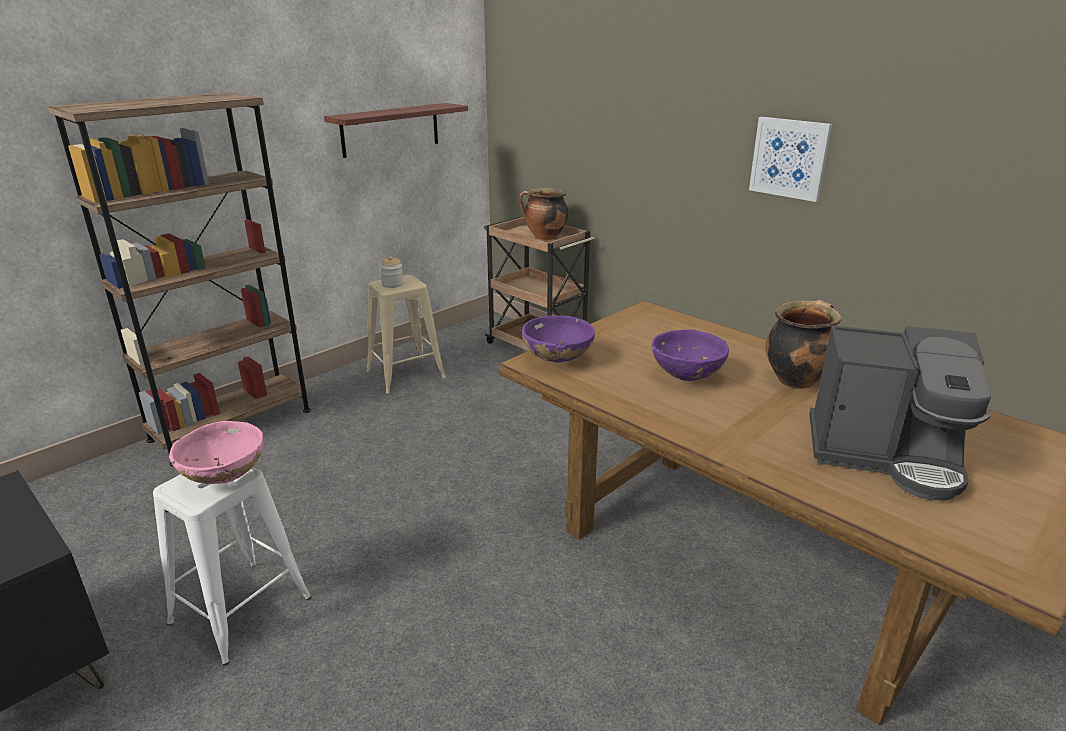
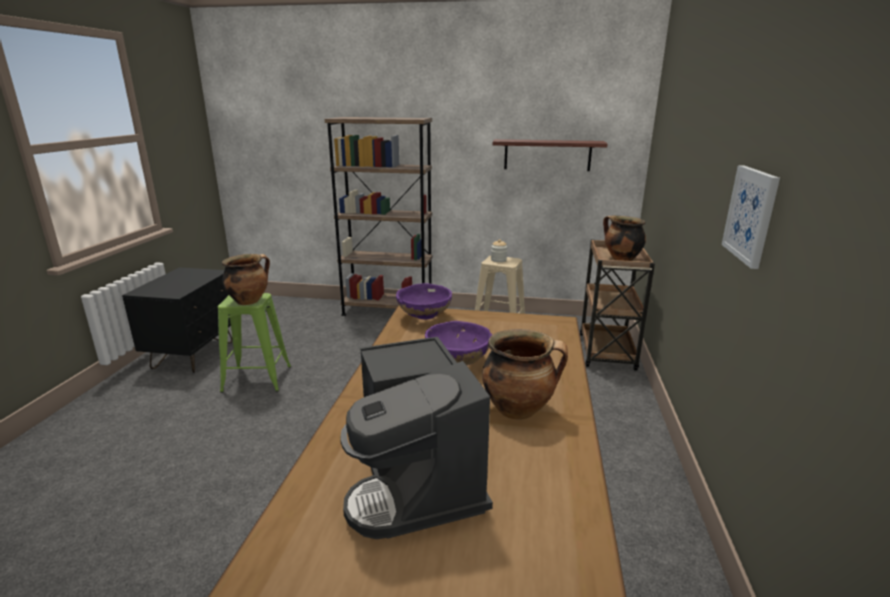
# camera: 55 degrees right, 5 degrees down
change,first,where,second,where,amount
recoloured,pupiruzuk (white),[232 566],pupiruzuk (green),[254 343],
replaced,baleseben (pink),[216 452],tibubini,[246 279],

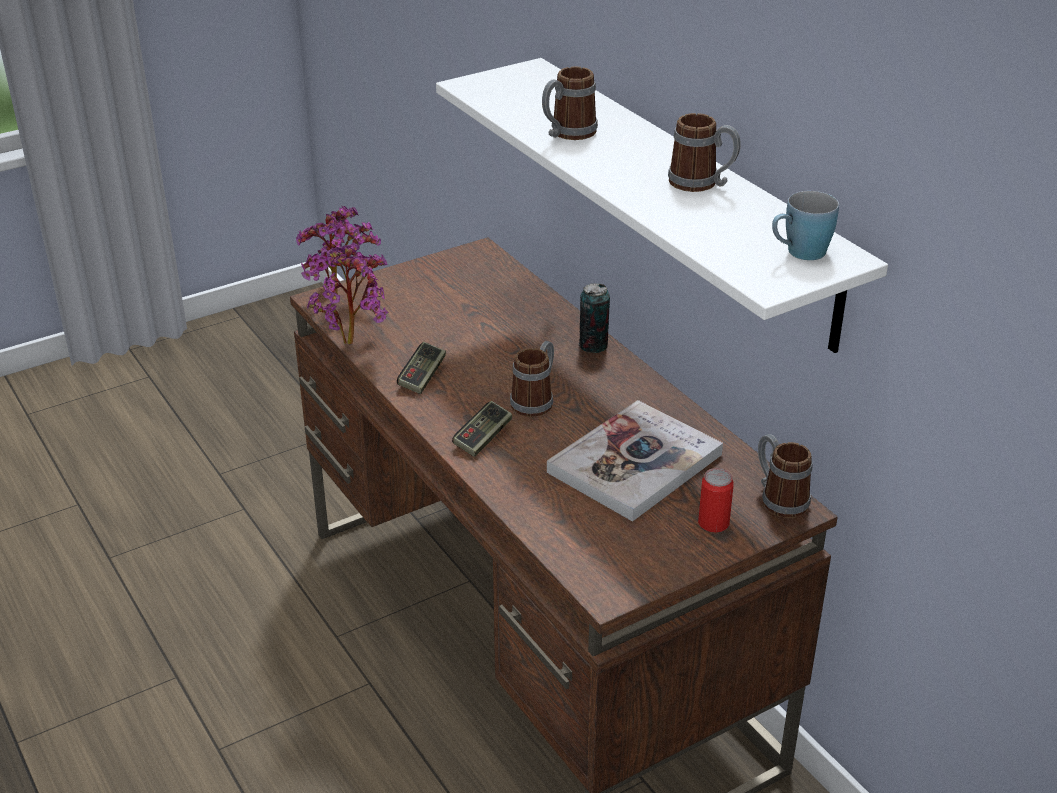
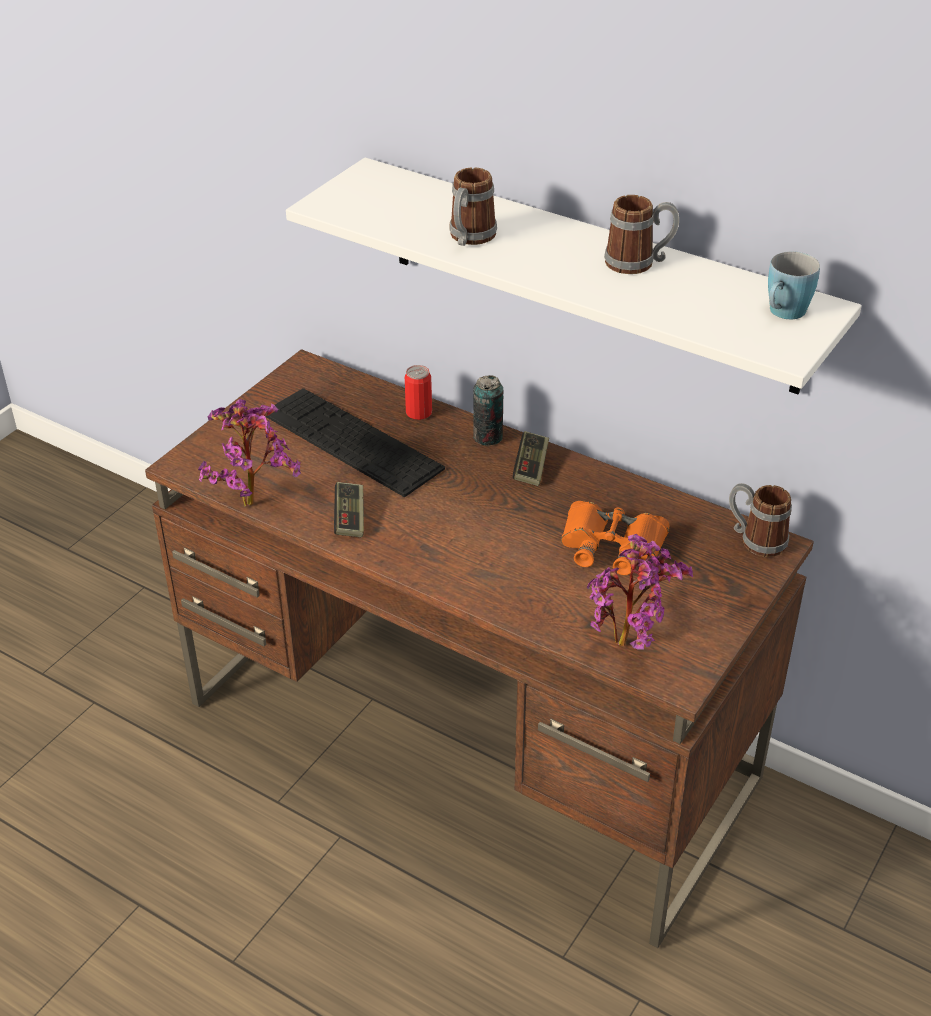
# camera: 25 degrees left, 5 degrees up
change,first,where,second,where,amount
added,,,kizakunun,[355 442],
moved,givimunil,[716 500],,[418 392],
moved,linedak,[482 429],,[531 458],
replaced,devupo,[635 461],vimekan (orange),[615 538],
moved,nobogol,[338 250],,[640 591],
removed,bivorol,[532 379],,,

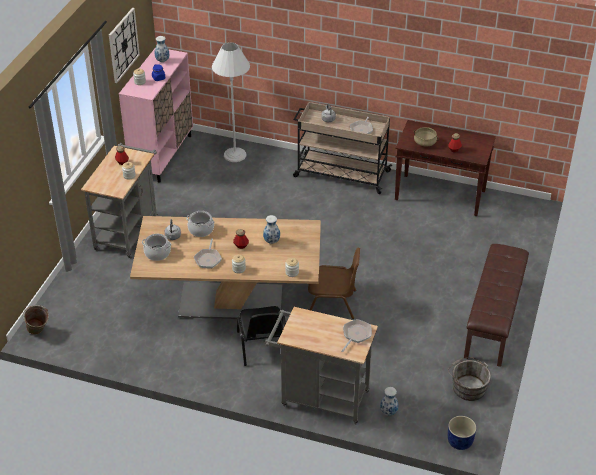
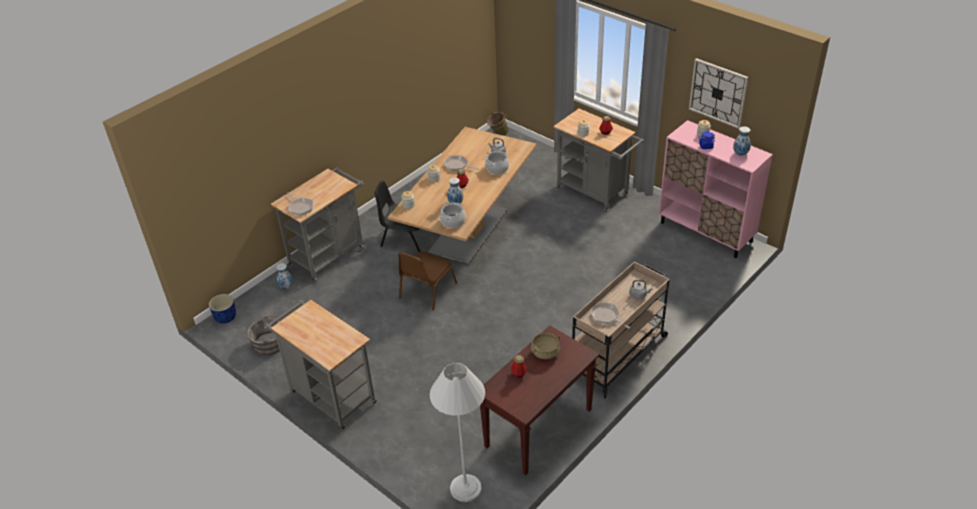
# camera: 115 degrees right, 0 degrees up
change,first,where,second,where,amount
replaced,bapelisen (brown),[496 305],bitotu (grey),[320 365],
moved,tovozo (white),[231 102],,[457 432],
moved,tibubini,[156 247],,[453 215],

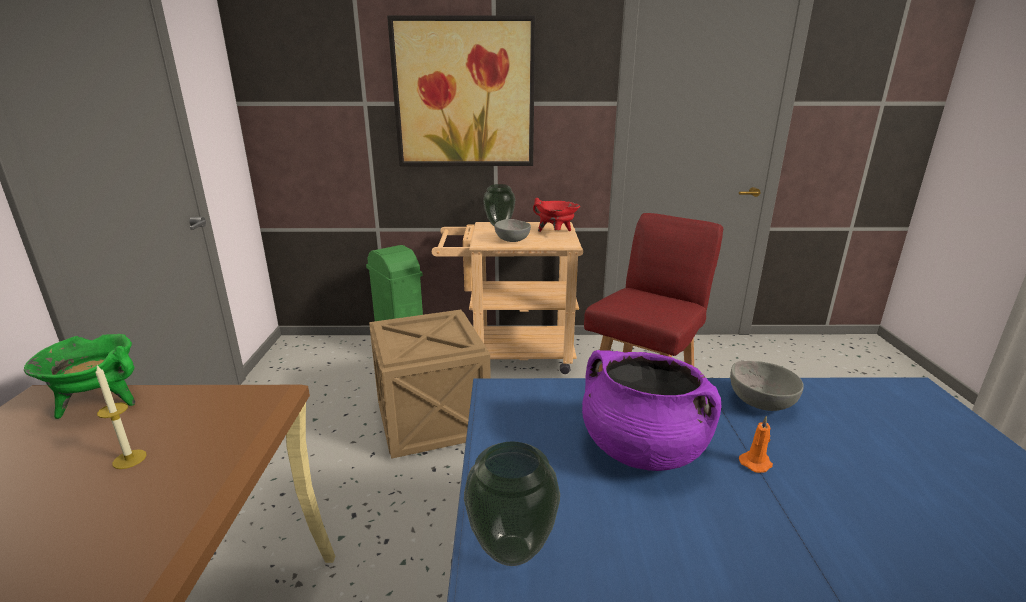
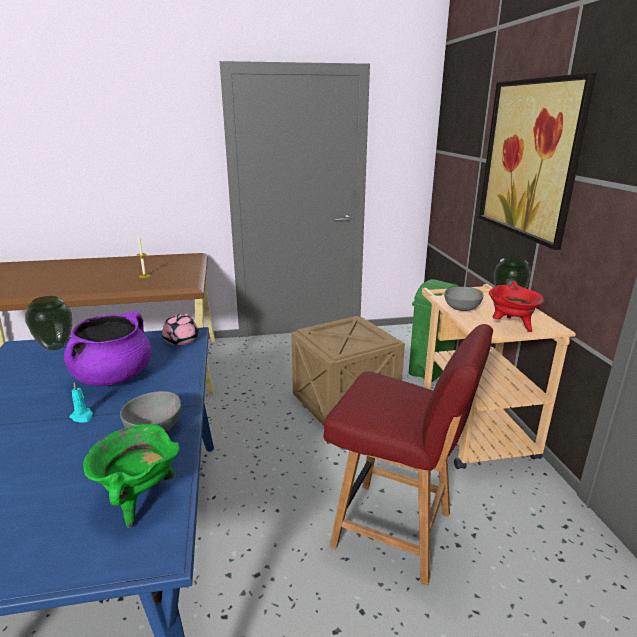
# camera: 80 degrees right, 0 degrees up
change,first,where,second,where,amount
recoloured,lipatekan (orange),[756 444],lipatekan (turquoise),[81 402],
moved,tibubini (green),[79 376],,[131 476],
added,,,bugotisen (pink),[180 329],

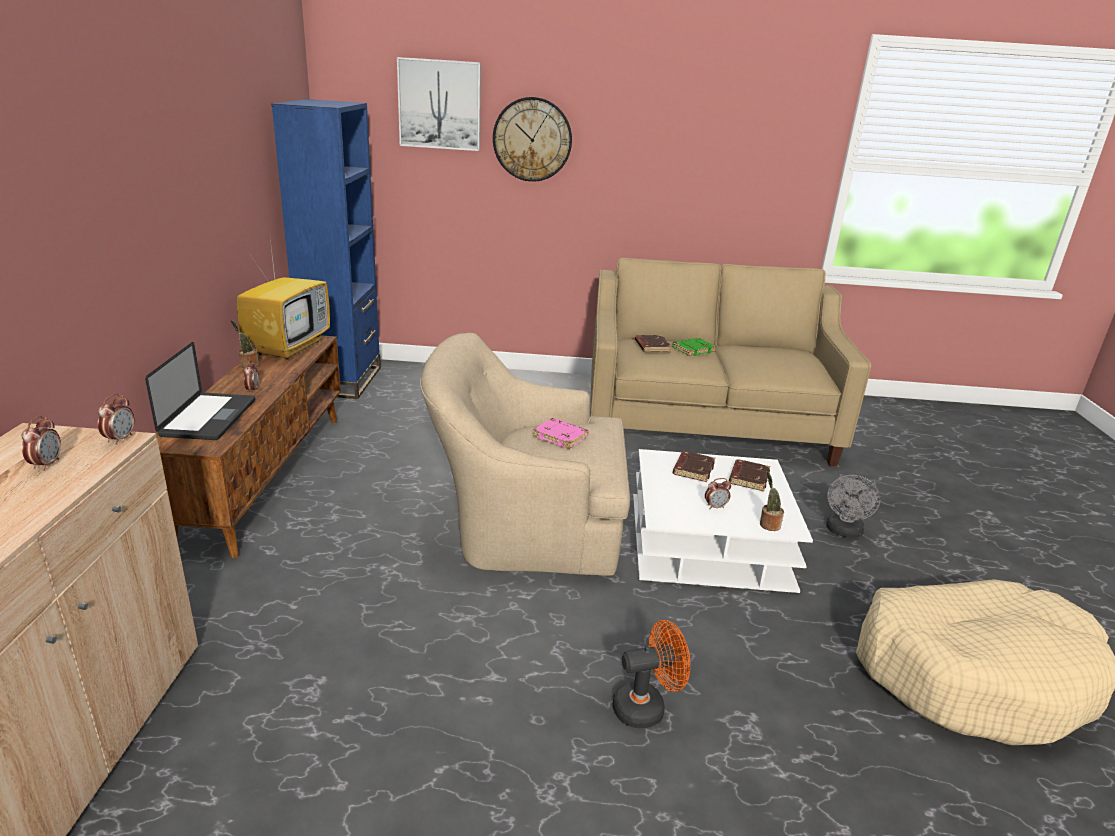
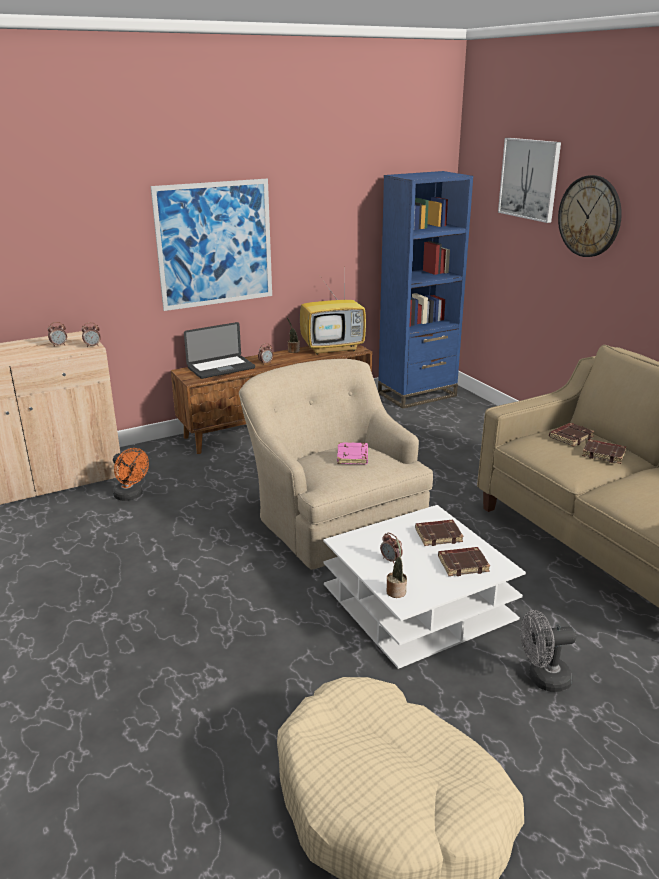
# camera: 60 degrees right, 0 degrees up
change,first,where,second,where,amount
moved,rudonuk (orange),[651 674],,[131 474],
added,,,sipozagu,[211 245],
recoloured,devupo (green),[694 347],devupo (brown),[604 451],

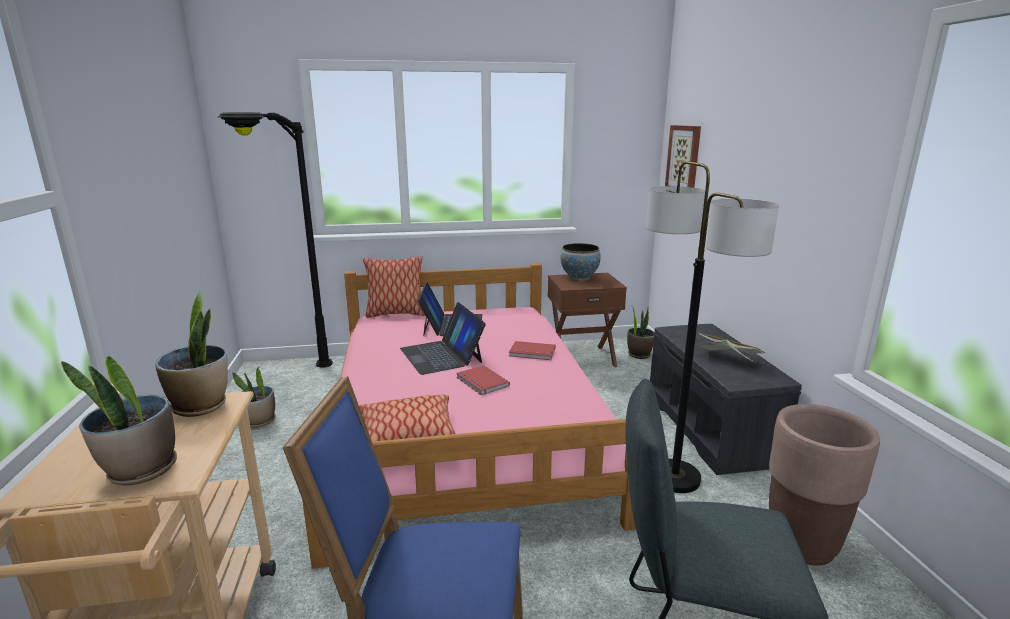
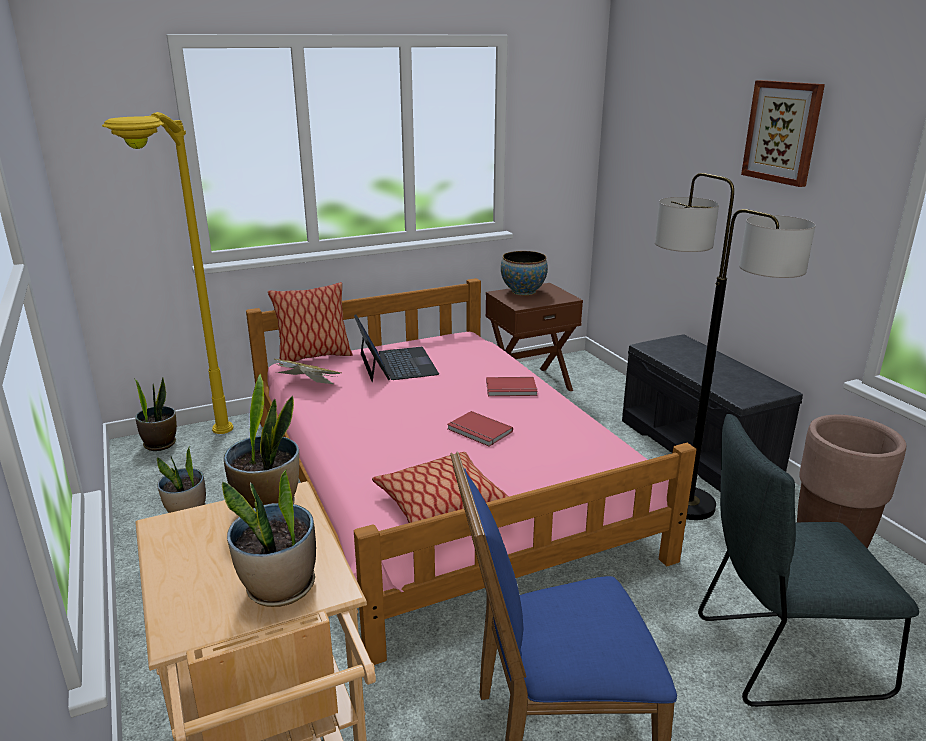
# camera: 15 degrees left, 5 degrees up
change,first,where,second,where,amount
recoloured,tovozo (black),[275 240],tovozo (yellow),[167 273],
moved,nobogol,[640 332],,[155 414],
moved,devupo,[731 347],,[308 371],
moved,sipozagu,[683 156],,[783 133],
removed,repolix,[443 338],,,

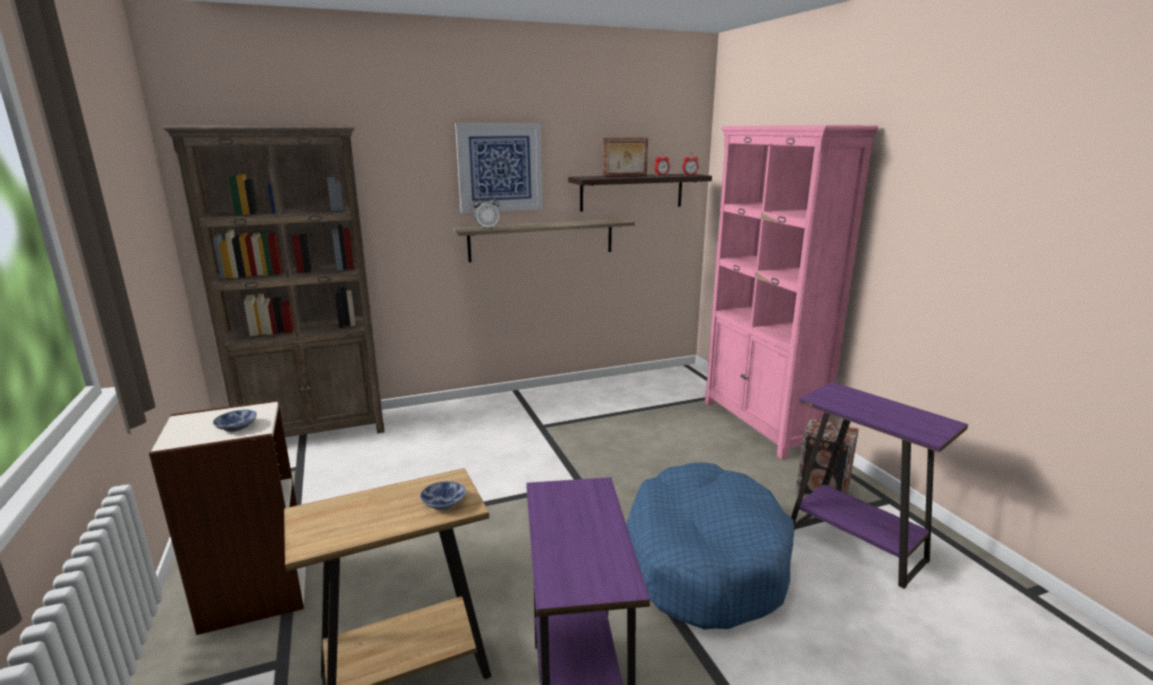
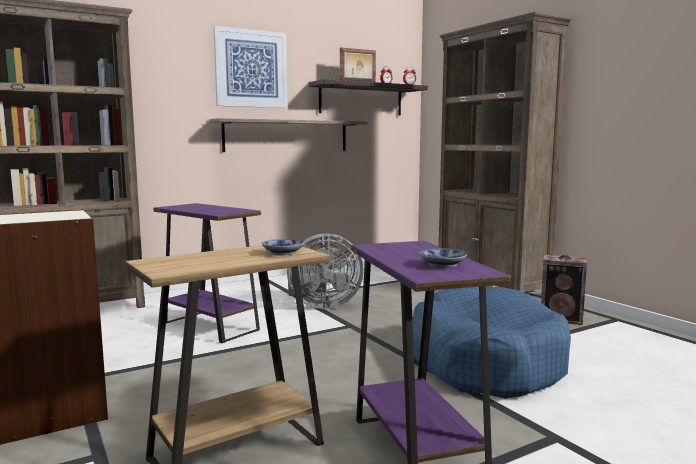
# camera: 10 degrees left, 10 degrees down
change,first,where,second,where,amount
moved,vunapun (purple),[879 485],,[207 273],
added,,,rudonuk (grey),[325 271],
moved,baleseben,[235 421],,[443 258],
recoloured,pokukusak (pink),[792 292],pokukusak (brown),[505 151],
removed,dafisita,[486 211],,,

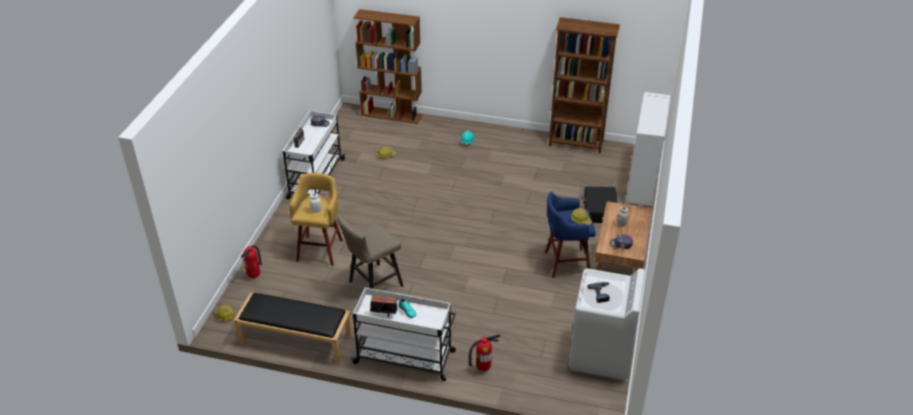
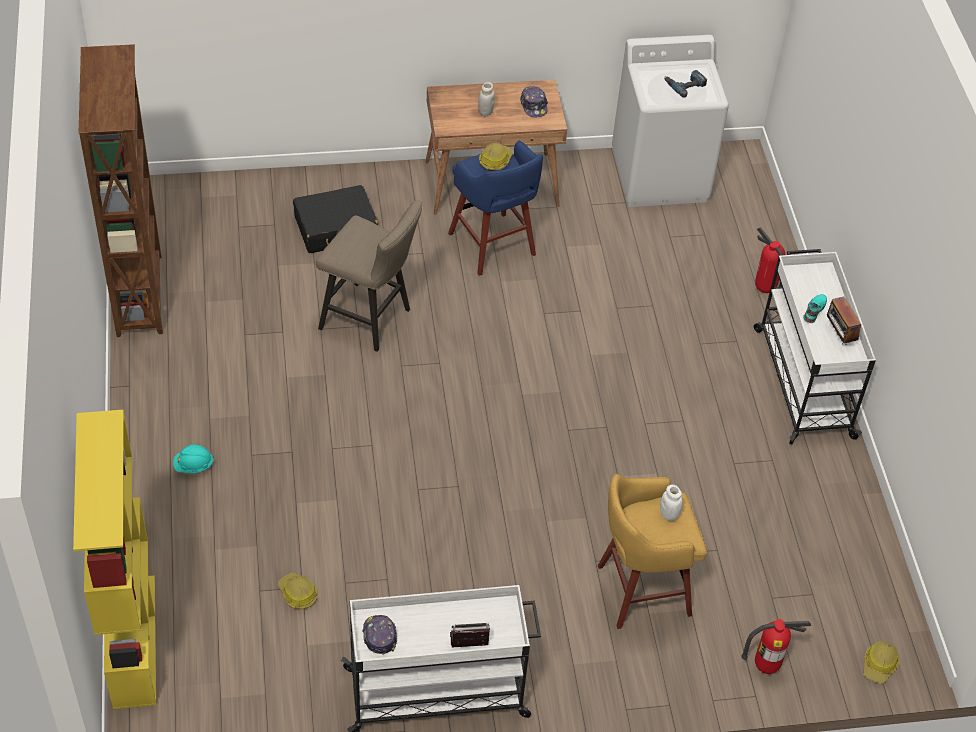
# camera: 115 degrees left, 10 degrees up
change,first,where,second,where,amount
recoloured,pokukusak (brown),[387 66],pokukusak (yellow),[114 559],
moved,pupiruzuk (beige),[370 252],,[369 276],
removed,bapelisen (black),[293 328],,,
removed,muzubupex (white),[648 149],,,

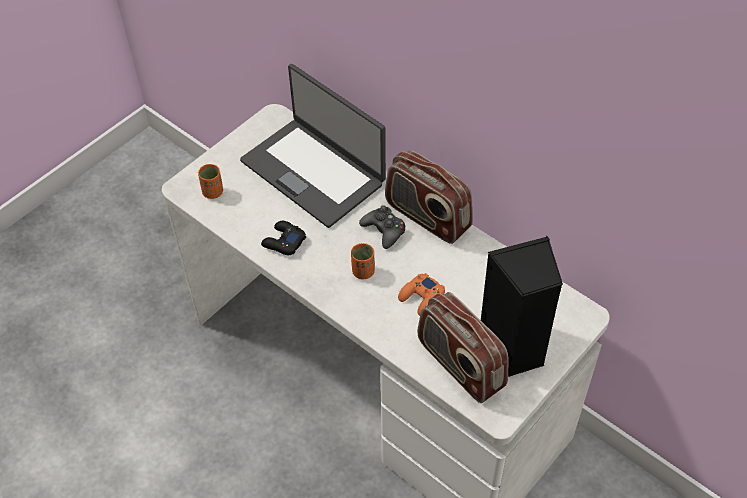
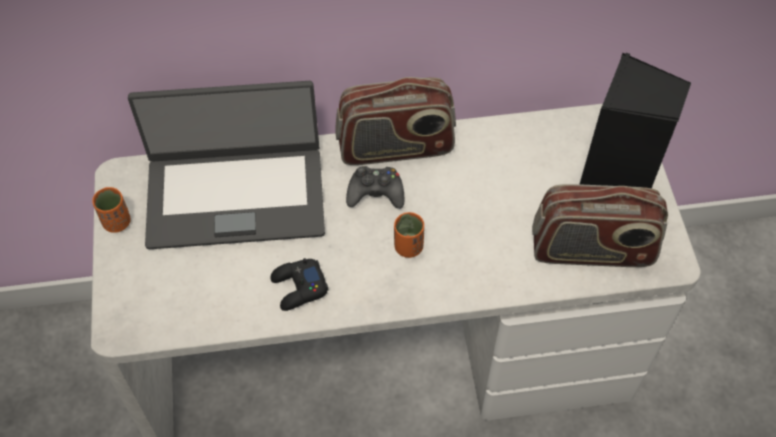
# camera: 50 degrees left, 5 degrees up
change,first,where,second,where,amount
moved,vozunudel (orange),[210 181],,[111 210],
removed,linedak (orange),[421 294],,,

